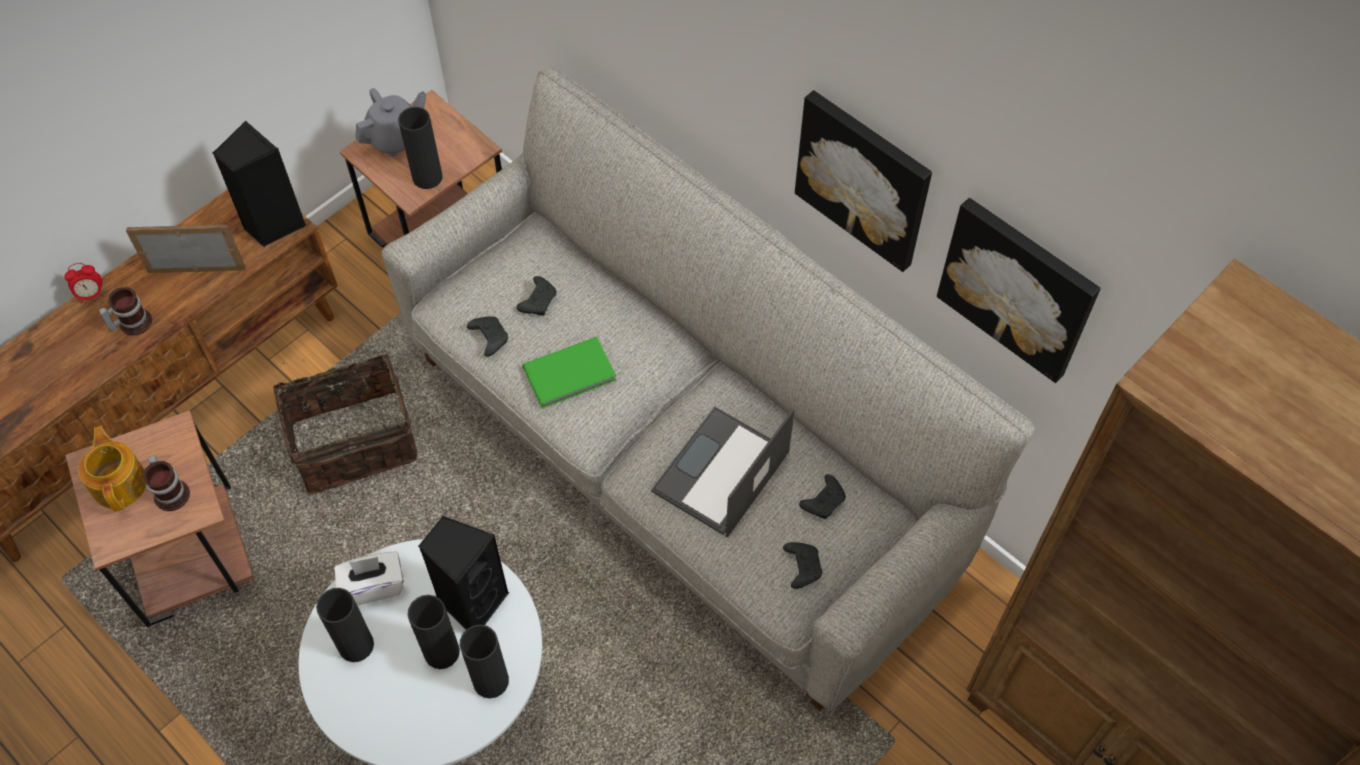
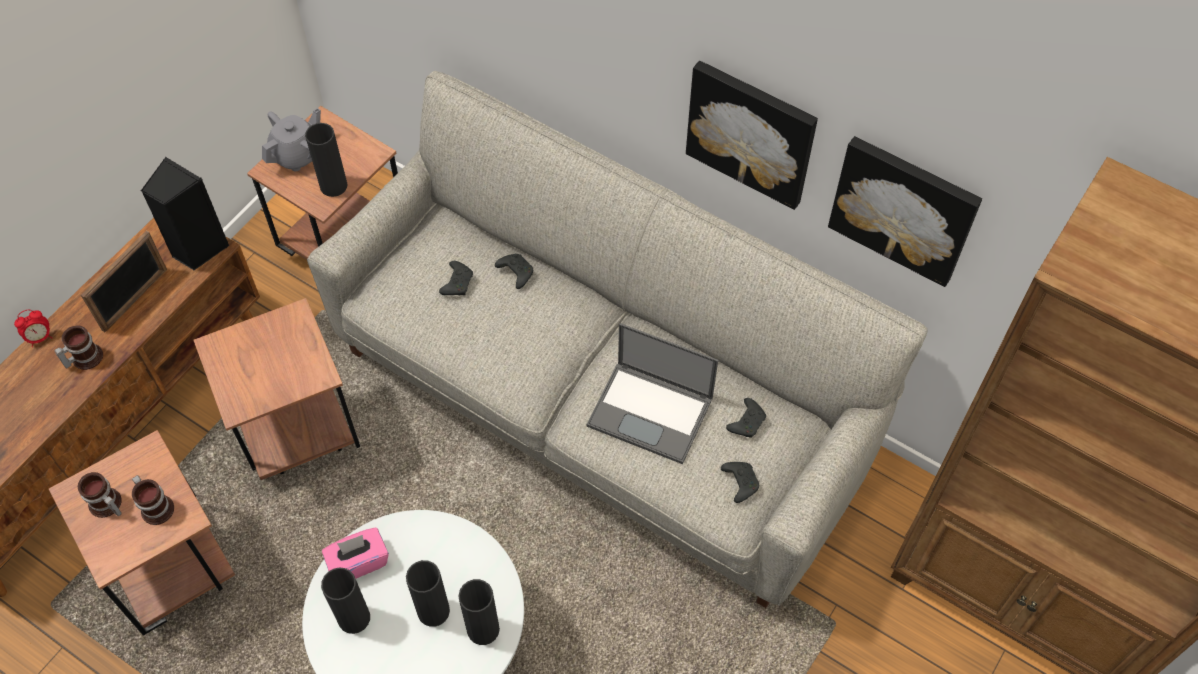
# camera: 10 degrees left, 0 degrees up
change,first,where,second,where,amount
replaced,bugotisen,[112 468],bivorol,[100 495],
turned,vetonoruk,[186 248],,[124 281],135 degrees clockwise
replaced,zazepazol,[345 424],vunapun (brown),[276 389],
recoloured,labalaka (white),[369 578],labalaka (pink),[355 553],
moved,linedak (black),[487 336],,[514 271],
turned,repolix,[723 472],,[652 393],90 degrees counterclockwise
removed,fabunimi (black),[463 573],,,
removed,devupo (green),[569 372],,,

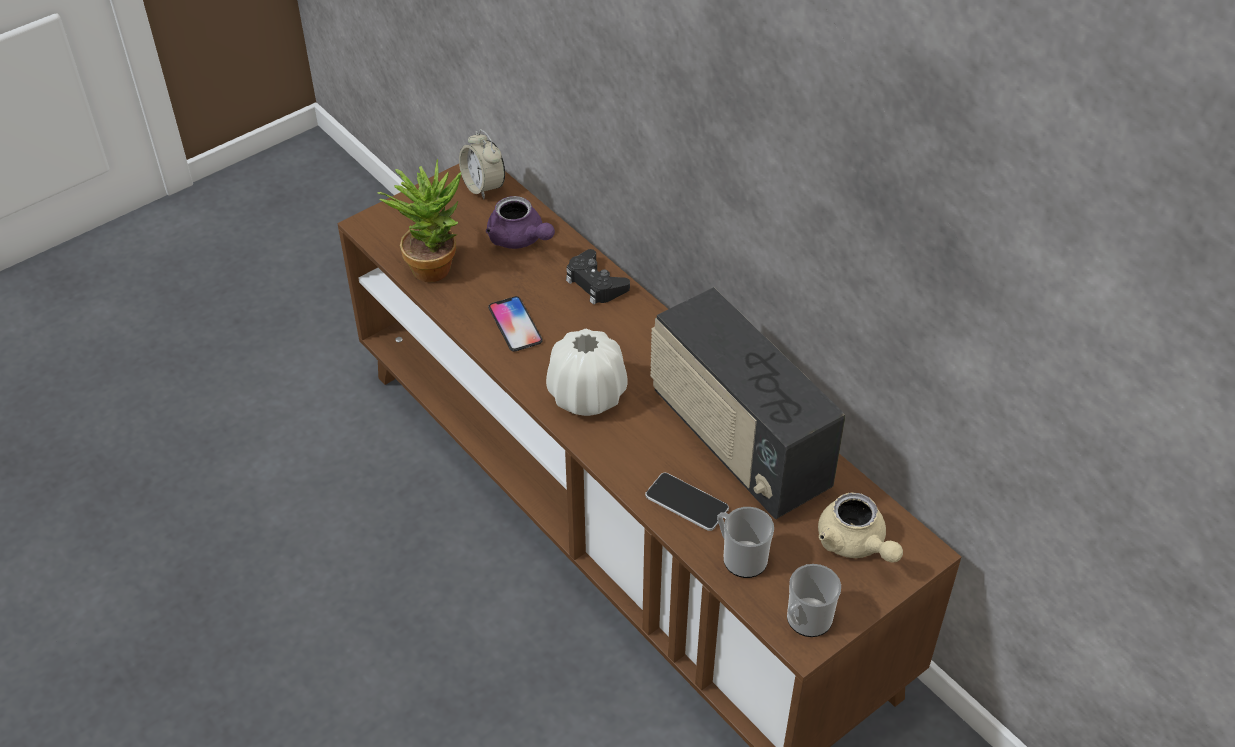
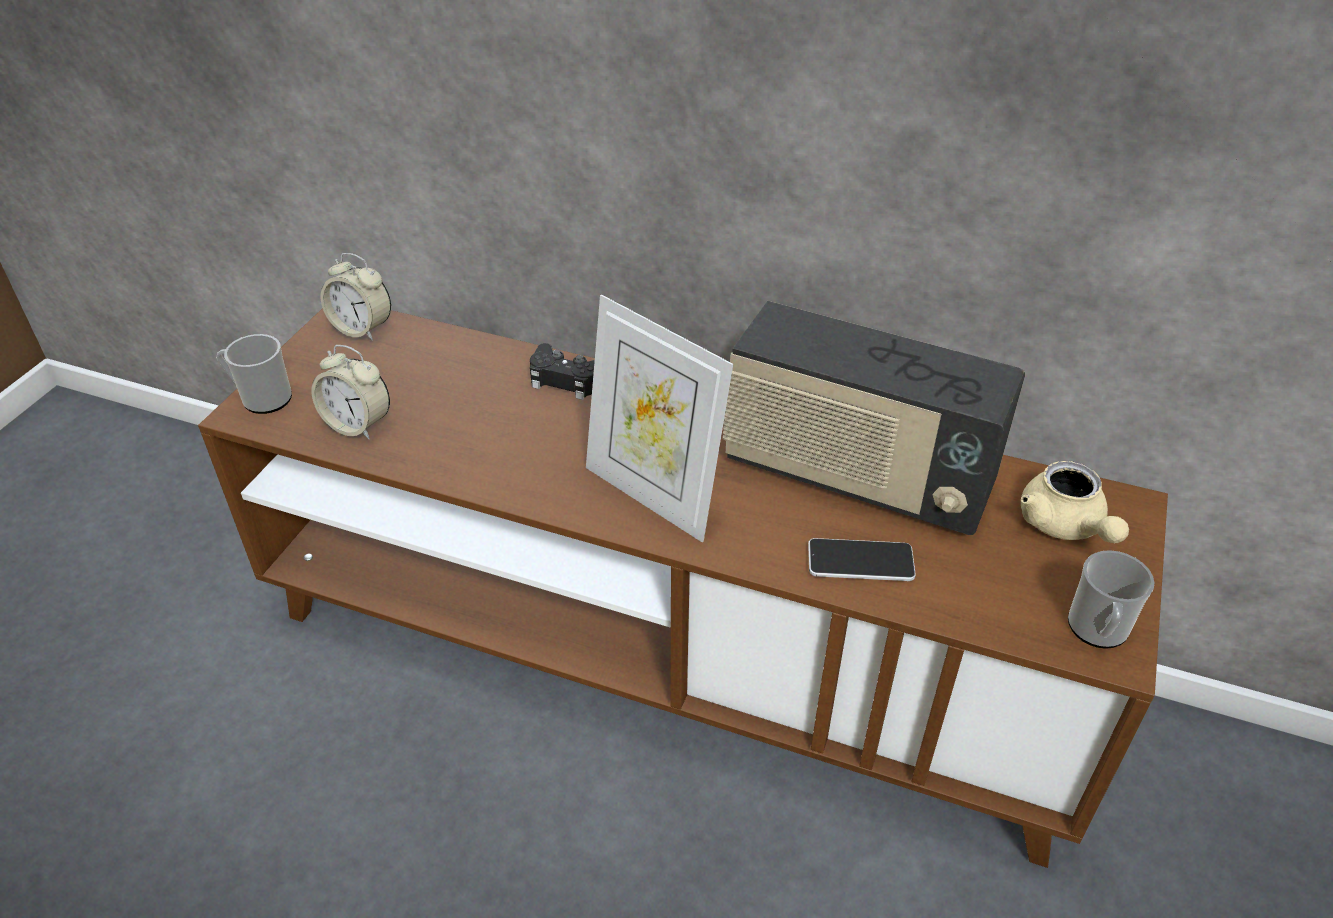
# camera: 30 degrees left, 5 degrees down
change,first,where,second,where,amount
moved,bivorol,[745 542],,[254 374],
replaced,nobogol,[419 220],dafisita,[350 392],
replaced,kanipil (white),[587 372],vetonoruk,[659 418],
turned,bugotisen (beige),[860 527],,[1075 502],45 degrees clockwise
removed,bugotisen (purple),[520 222],,,
removed,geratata,[515 324],,,

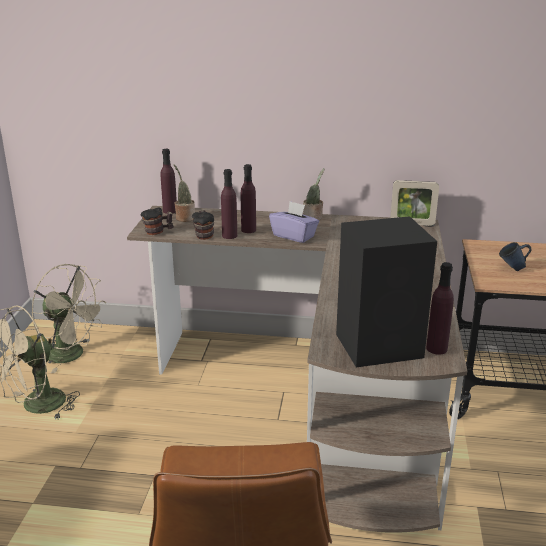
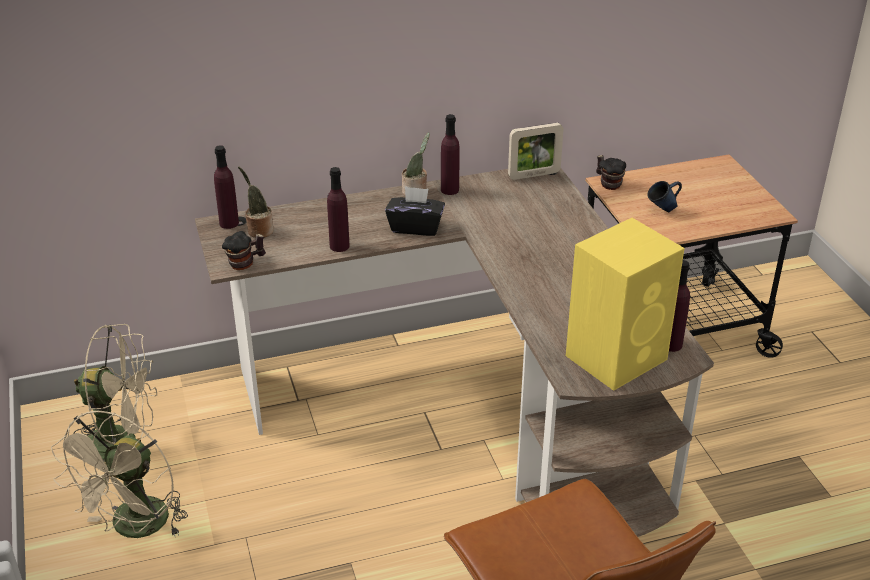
# camera: 25 degrees left, 10 degrees up
change,first,where,second,where,amount
recoloured,labalaka (purple),[294 222],labalaka (black),[415 211],
moved,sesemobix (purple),[248 198],,[450 154],
recoloured,fabunimi (black),[386 291],fabunimi (yellow),[625 304],
moved,bivorol,[203 225],,[611 172],

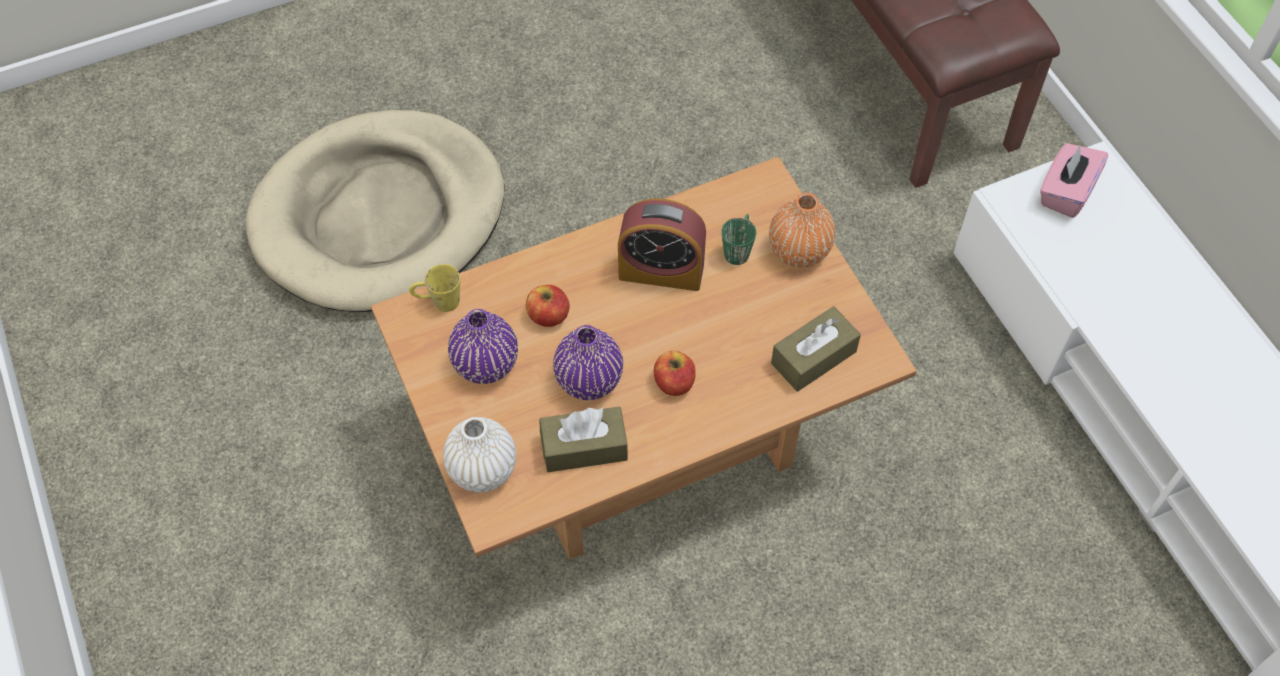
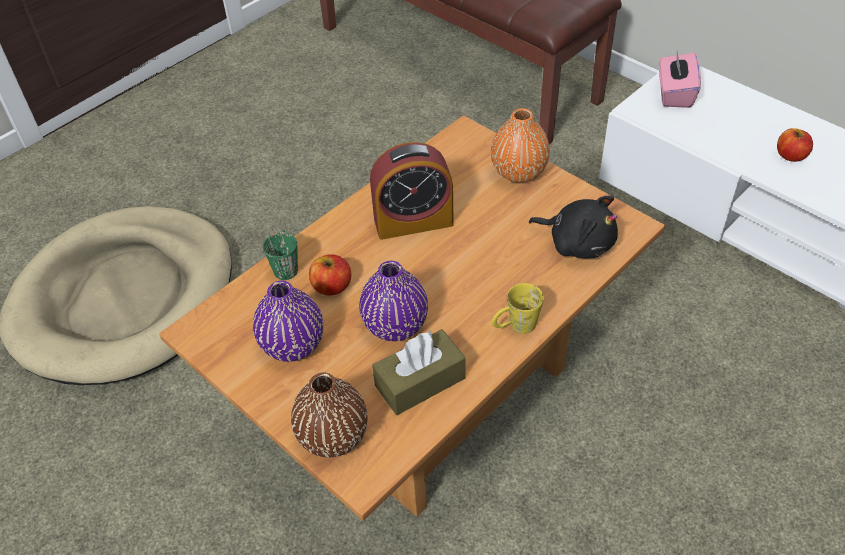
# camera: 20 degrees left, 10 degrees down
change,first,where,second,where,amount
moved,bivorol (green),[739 239],,[280 255],
recoloured,kanipil (white),[479 454],kanipil (brown),[329 415],
moved,bivorol (yellow),[434 288],,[518 308],
replaced,labalaka (brown),[816 349],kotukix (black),[573 227],
moved,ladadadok,[675 373],,[795 145],

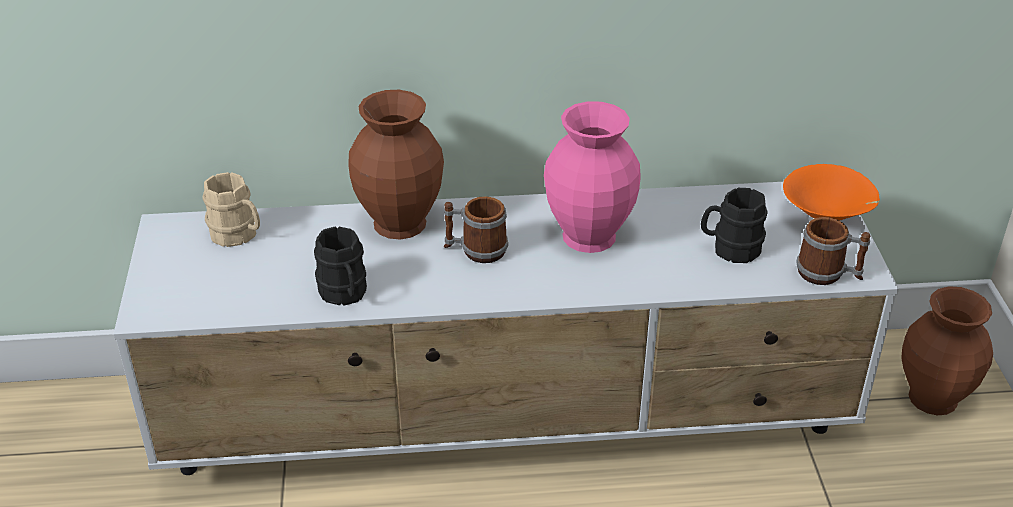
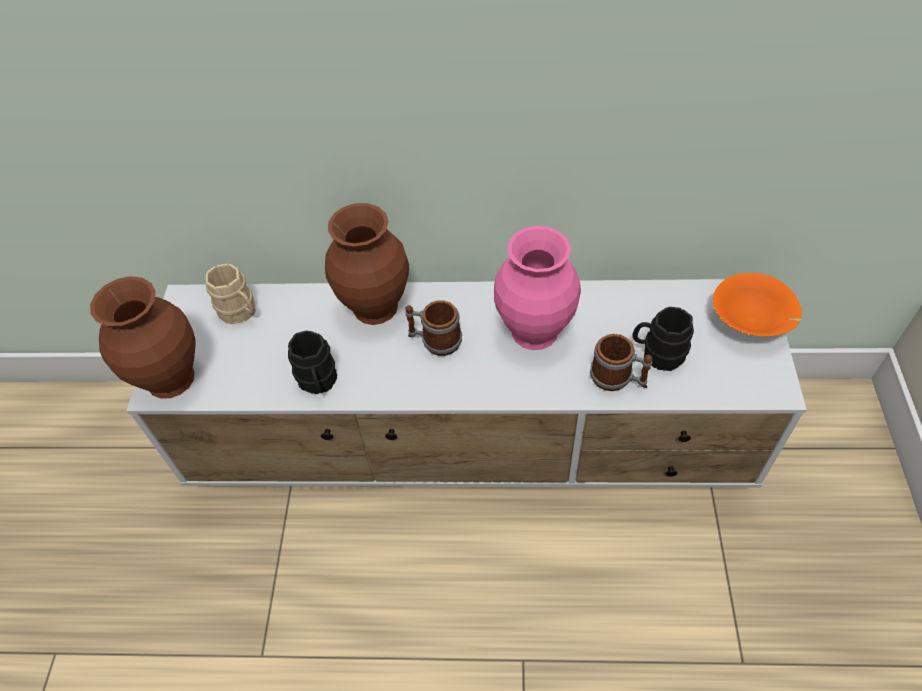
# camera: 10 degrees right, 15 degrees up
change,first,where,second,where,amount
moved,kanipil (brown),[947 350],,[142 337],
moved,bivorol,[833 251],,[621 362],

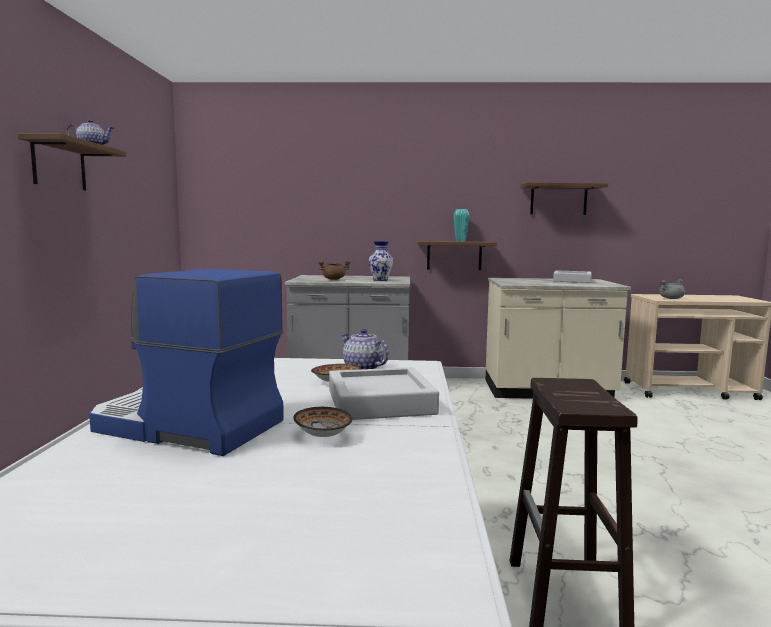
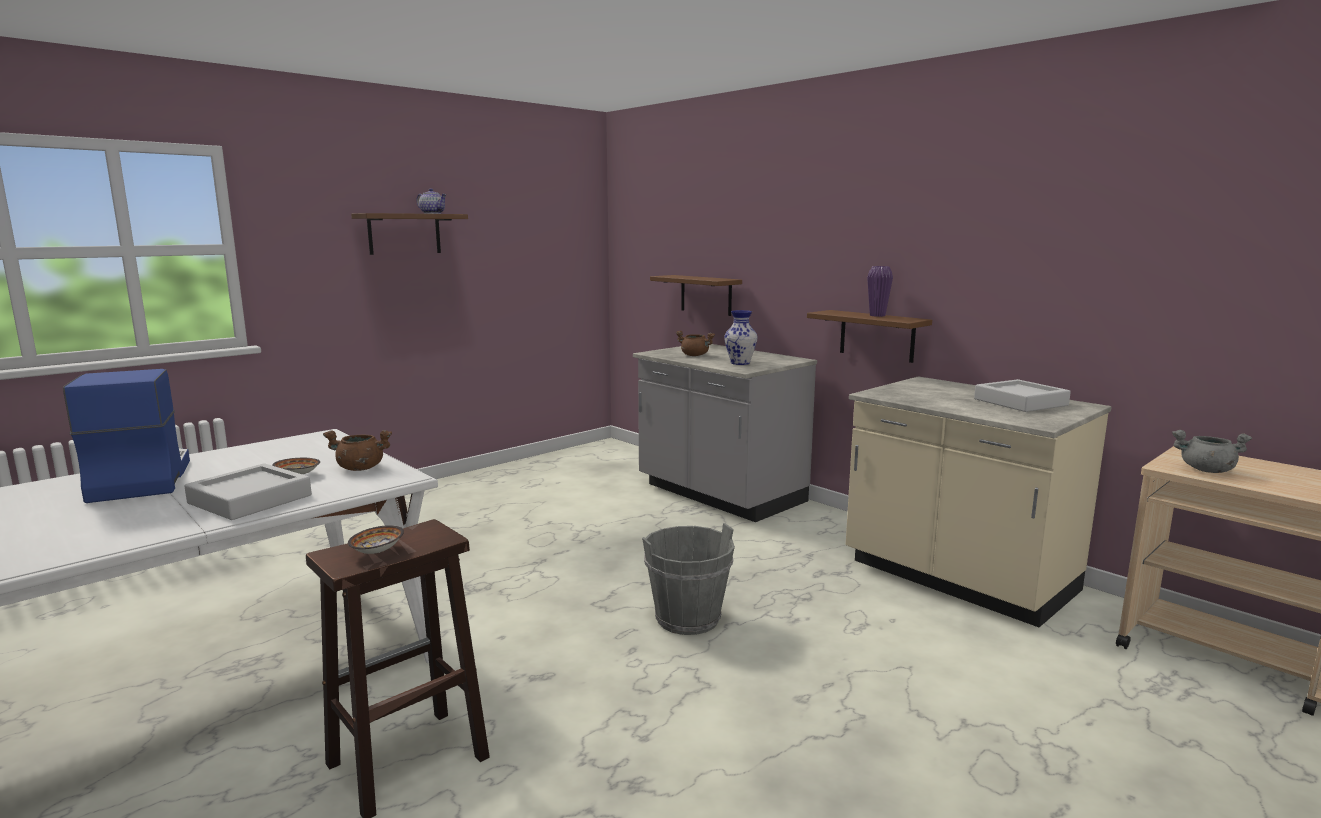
# camera: 45 degrees right, 5 degrees up
change,first,where,second,where,amount
replaced,bugotisen,[365 349],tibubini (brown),[357 450],
moved,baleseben,[322 422],,[376 539],
added,,,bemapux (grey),[688 579],
moved,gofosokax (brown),[564 199],,[696 295],
recoloured,kanipil (turquoise),[461 225],kanipil (purple),[880 291],

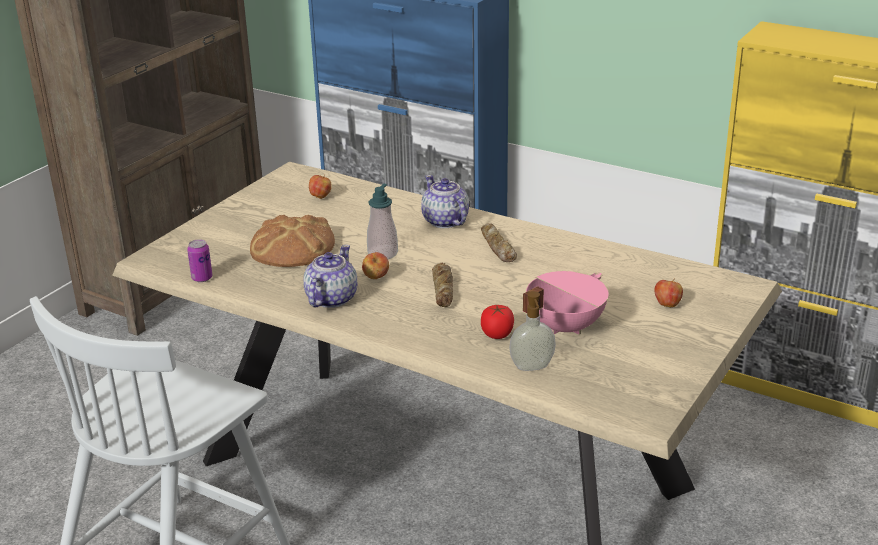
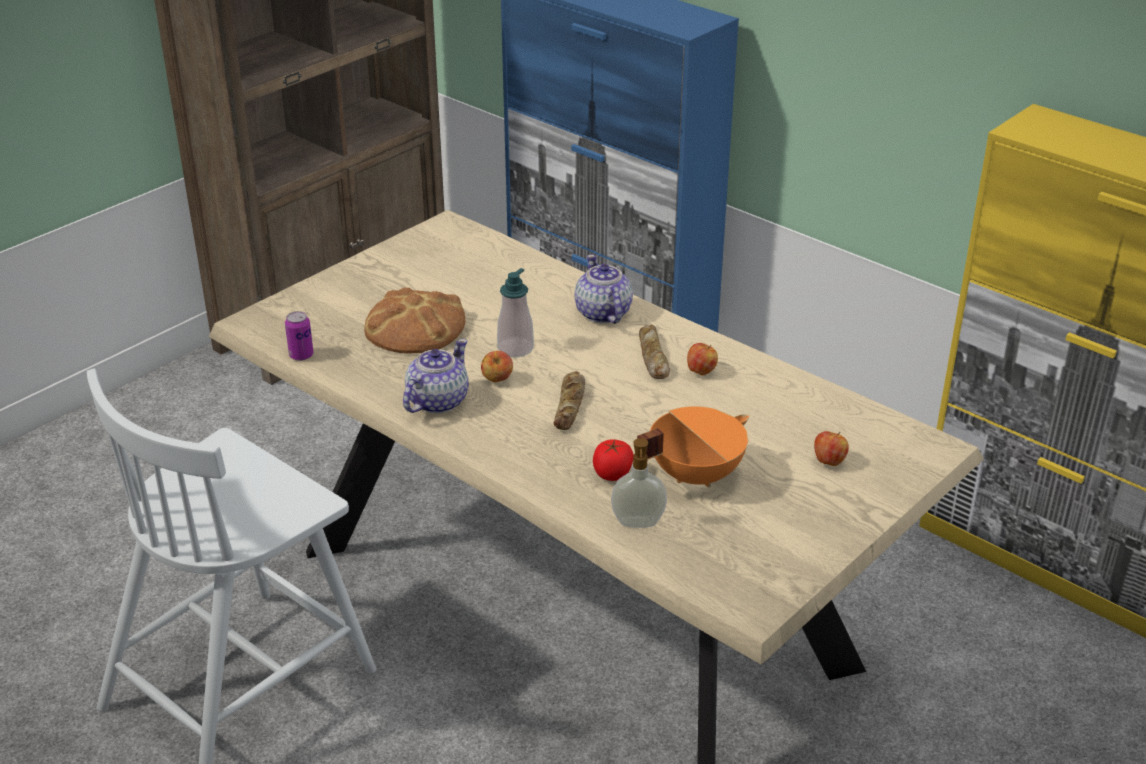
# camera: 10 degrees right, 5 degrees up
change,first,where,second,where,amount
recoloured,tibubini (pink),[566 303],tibubini (orange),[693 447],
moved,ladadadok,[320 187],,[702 359],

